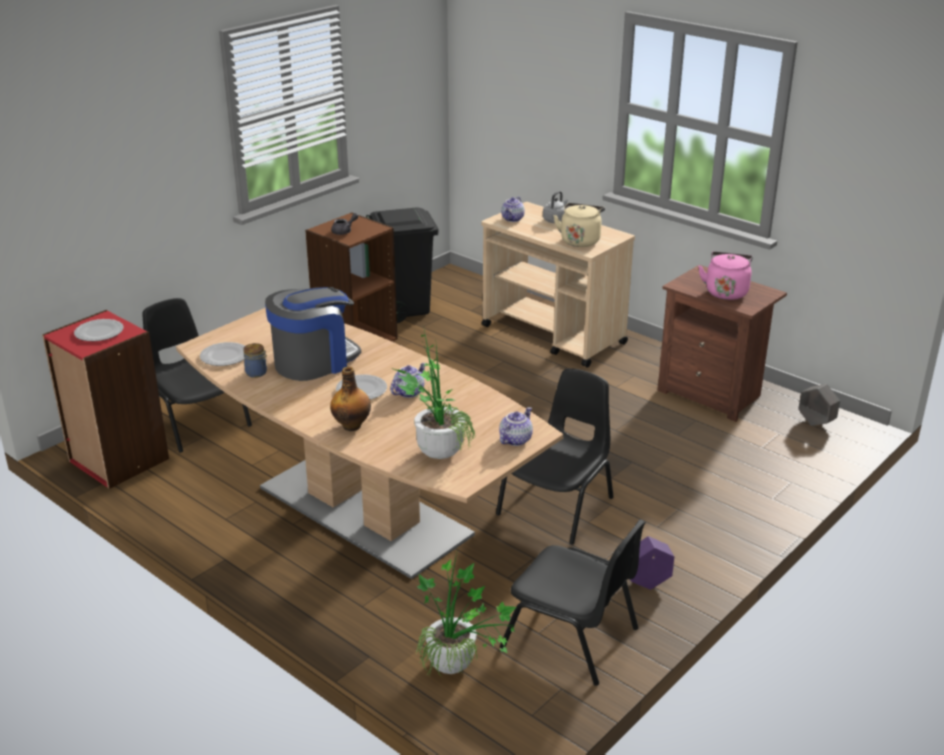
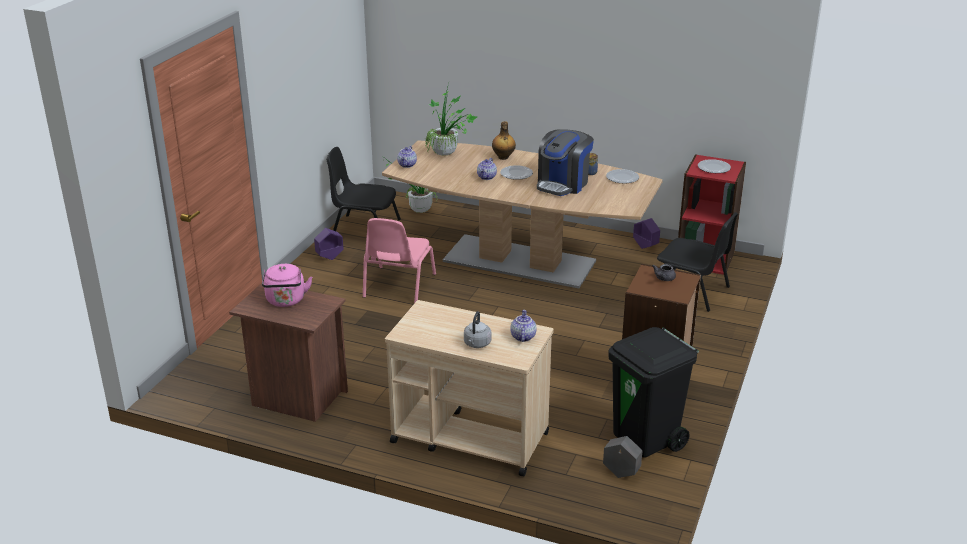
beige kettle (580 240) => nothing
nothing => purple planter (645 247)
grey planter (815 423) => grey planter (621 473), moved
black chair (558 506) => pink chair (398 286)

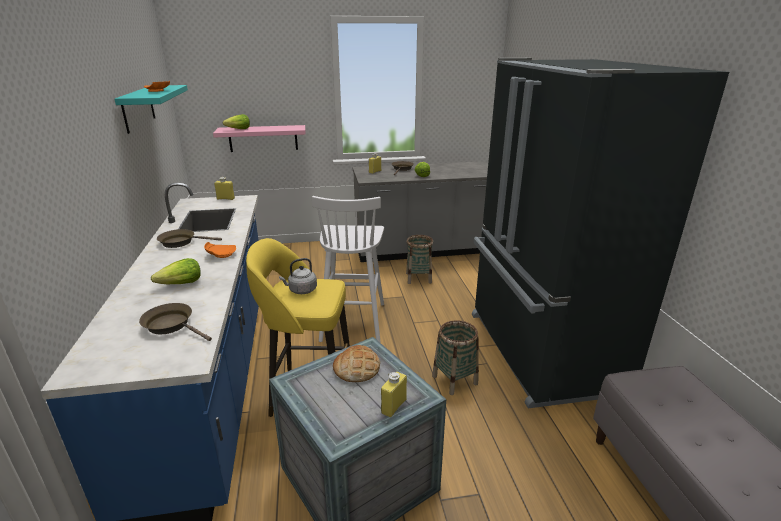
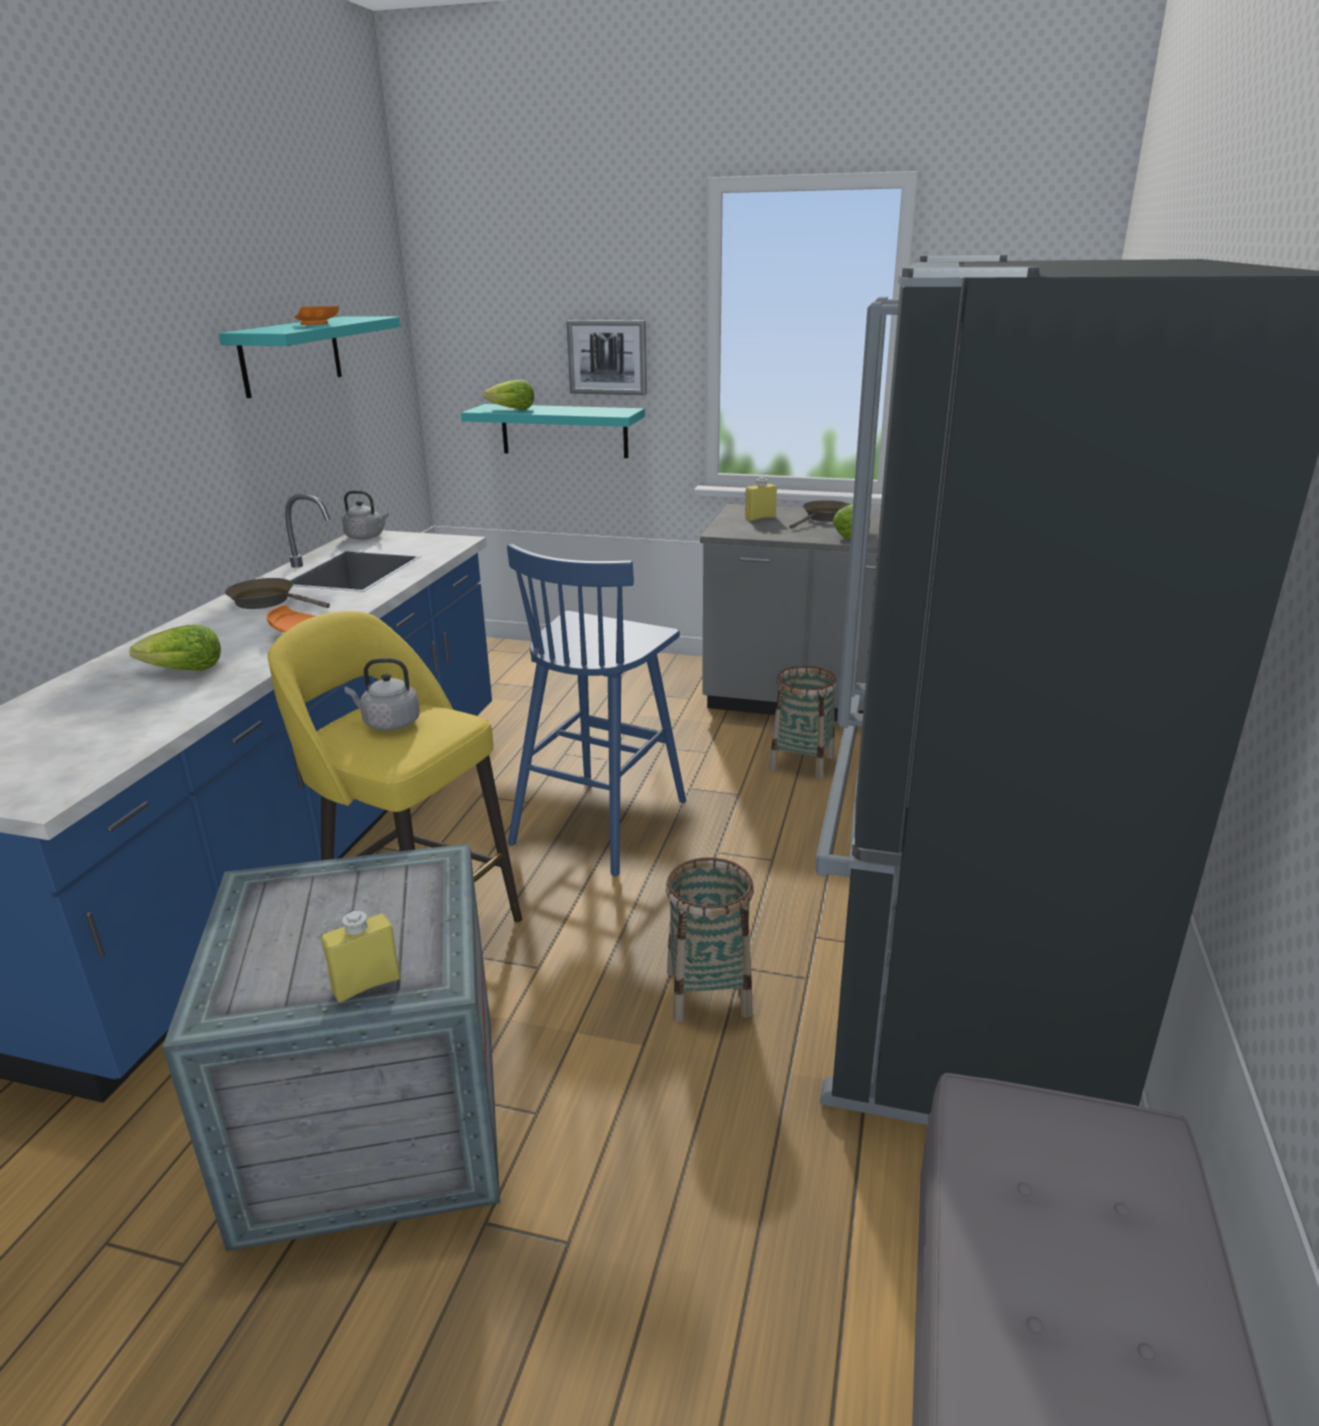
brown frying pan (172 325) => nothing
yellow bottle (225 198) => nothing
bread (356 368) => nothing
nothing => grey kettle (366 537)
nothing => picture (607 357)
pink shelf (263 138) => turquoise shelf (564 431)
white stool (353 321) => blue stool (601 820)

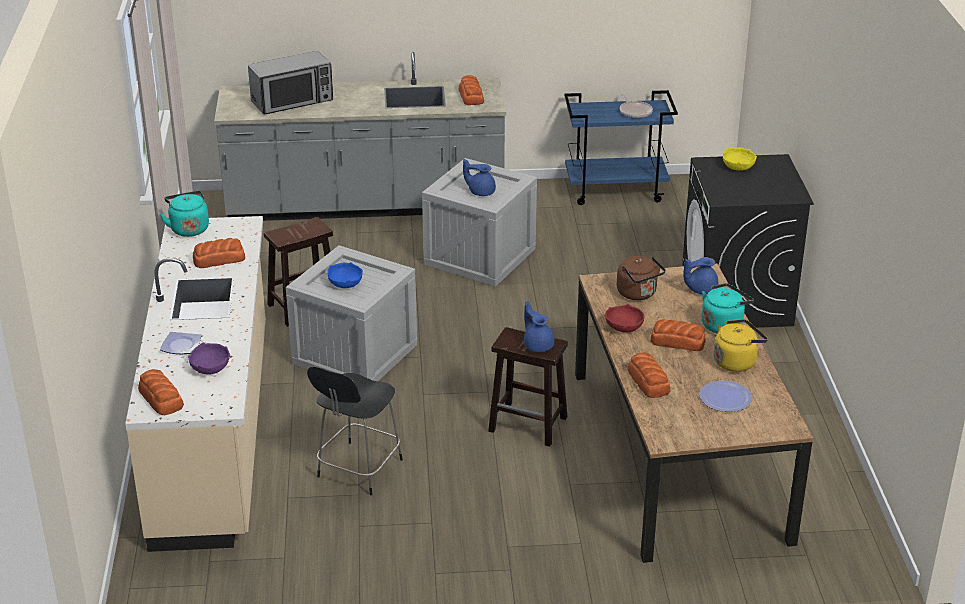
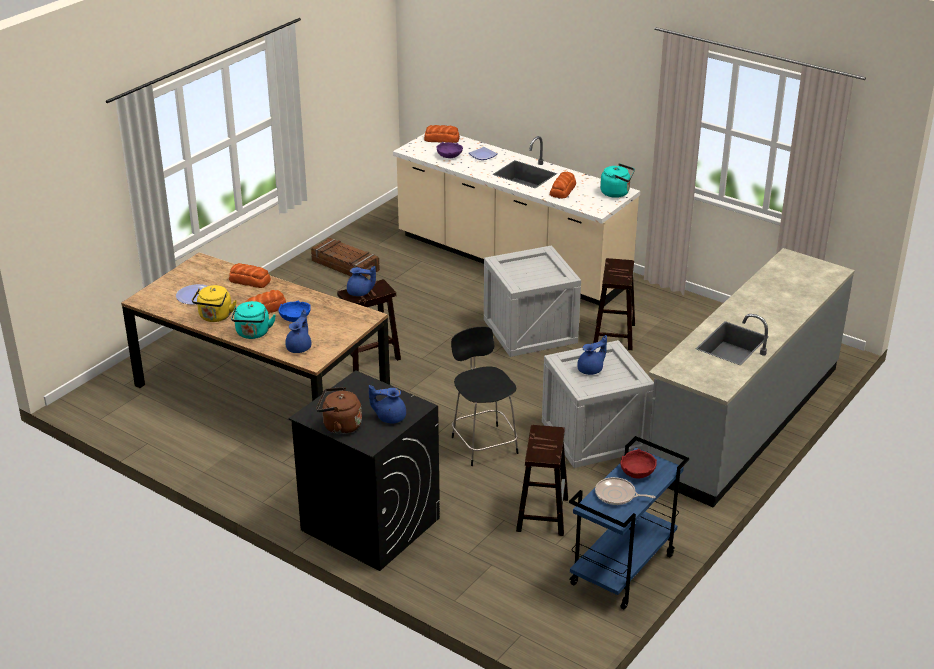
microwave (293 101) => nothing
bread (471 96) => nothing
nothing => crate (345 265)
nothing => brown stool (542 513)
black chair (358 470) => black chair (483 443), moved
blue bowl (345 283) => blue bowl (295 318), moved
red bowl (624 327) => red bowl (637 472), moved
brown kettle (638 294) => brown kettle (339 426), moved
yellow bowl (738 167) => blue teapot (390 417)

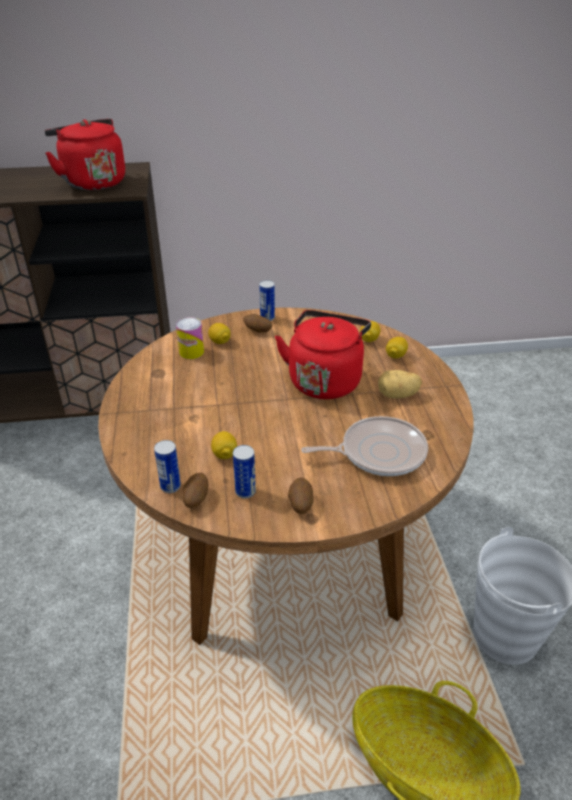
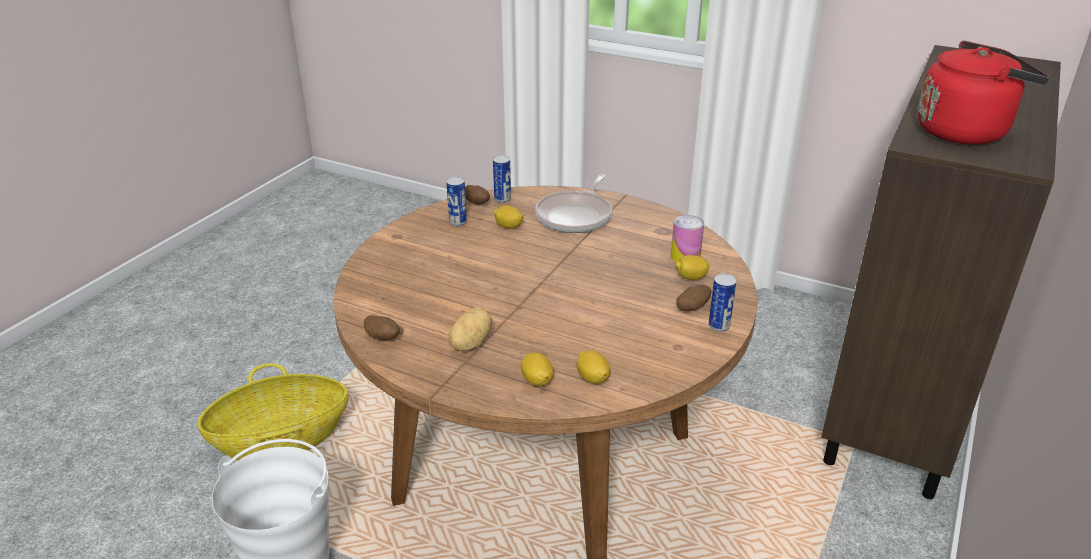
red kettle (325 380) => nothing
potato (300 504) => potato (383 338), moved
frying pan (378 452) => frying pan (576 216), moved

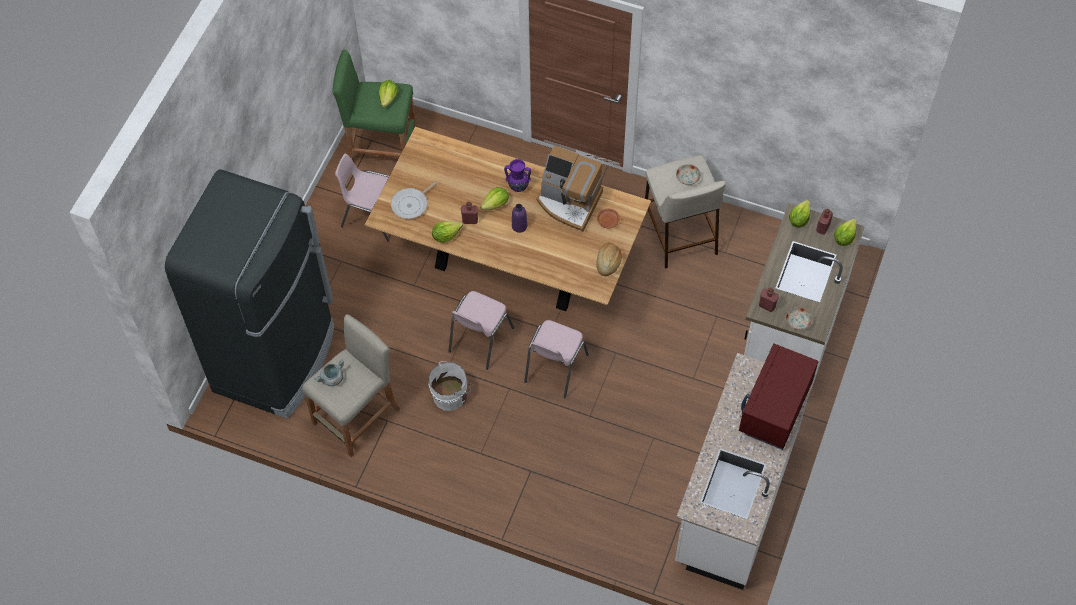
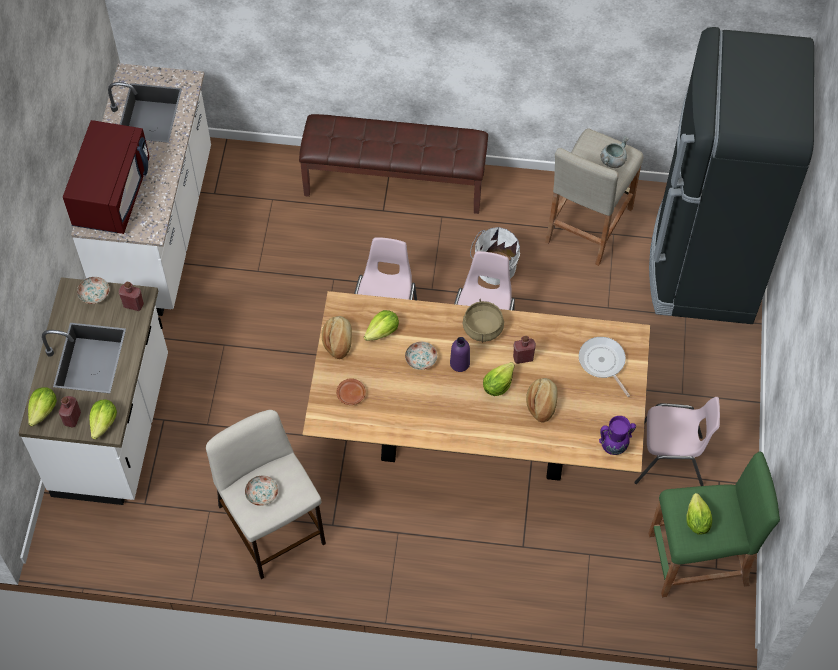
coffee machine (569 202) => nothing
nothing => brown bench (395 182)
nothing => plate (421 359)
nothing => beige cooking pot (482 328)
nothing => bread (542 403)
lettuce (446 235) => lettuce (382 332), moved
purple vase (518 187) => purple vase (614 447), moved
frying pan (411 204) => frying pan (603 363), 60 degrees counterclockwise

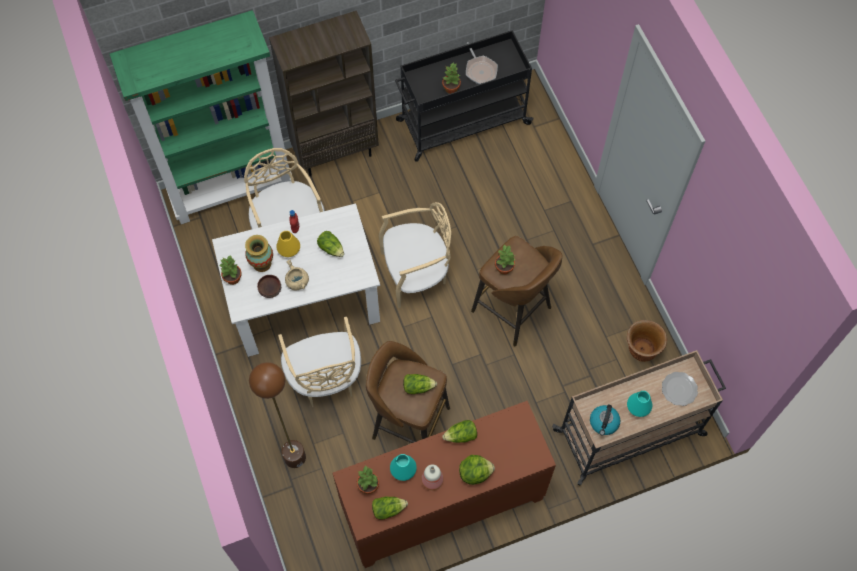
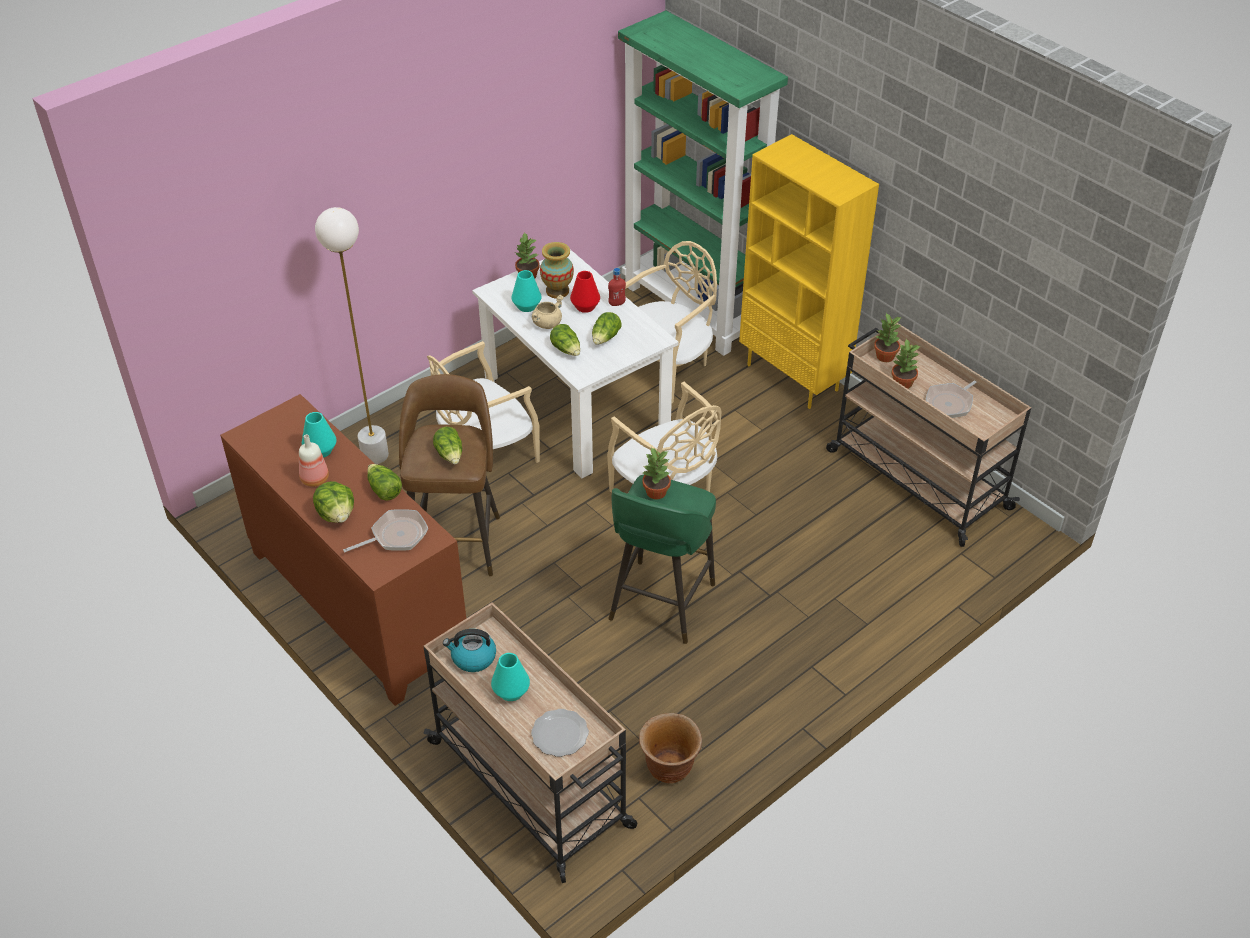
nothing => frying pan (395 536)
potted plant (369 485) => potted plant (885 356), moved
lettuce (388 509) => lettuce (567 349), moved
brown bowl (270 290) => turquoise vase (526 306)
brown floor lamp (294 457) => white floor lamp (375 455)
brown bookcase (335 152) => yellow bookcase (794 377)
yellow vase (289 250) => red vase (585 306)
black cart (461 122) => beige cart (916 478)
brown stool (513 311) => green stool (660 604)

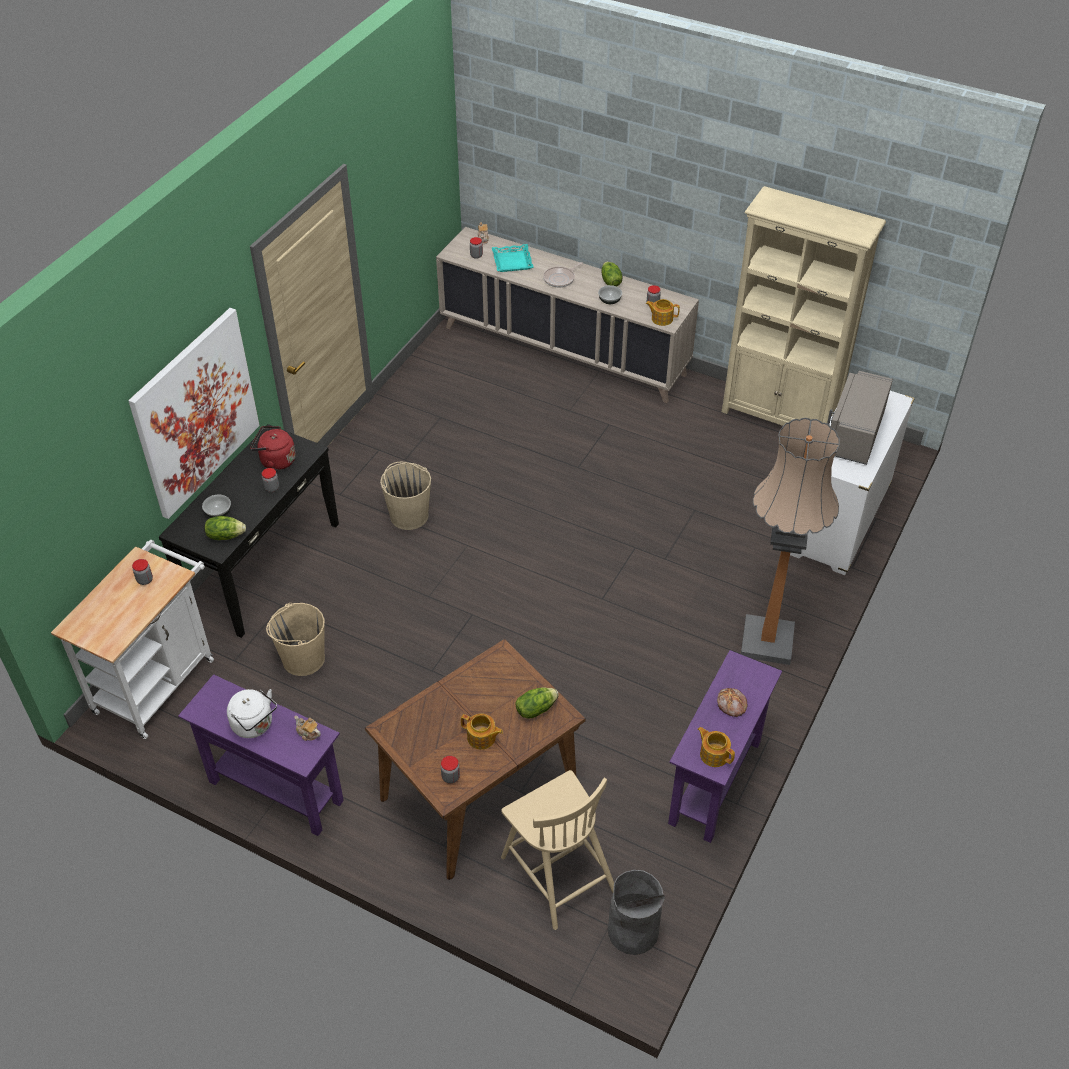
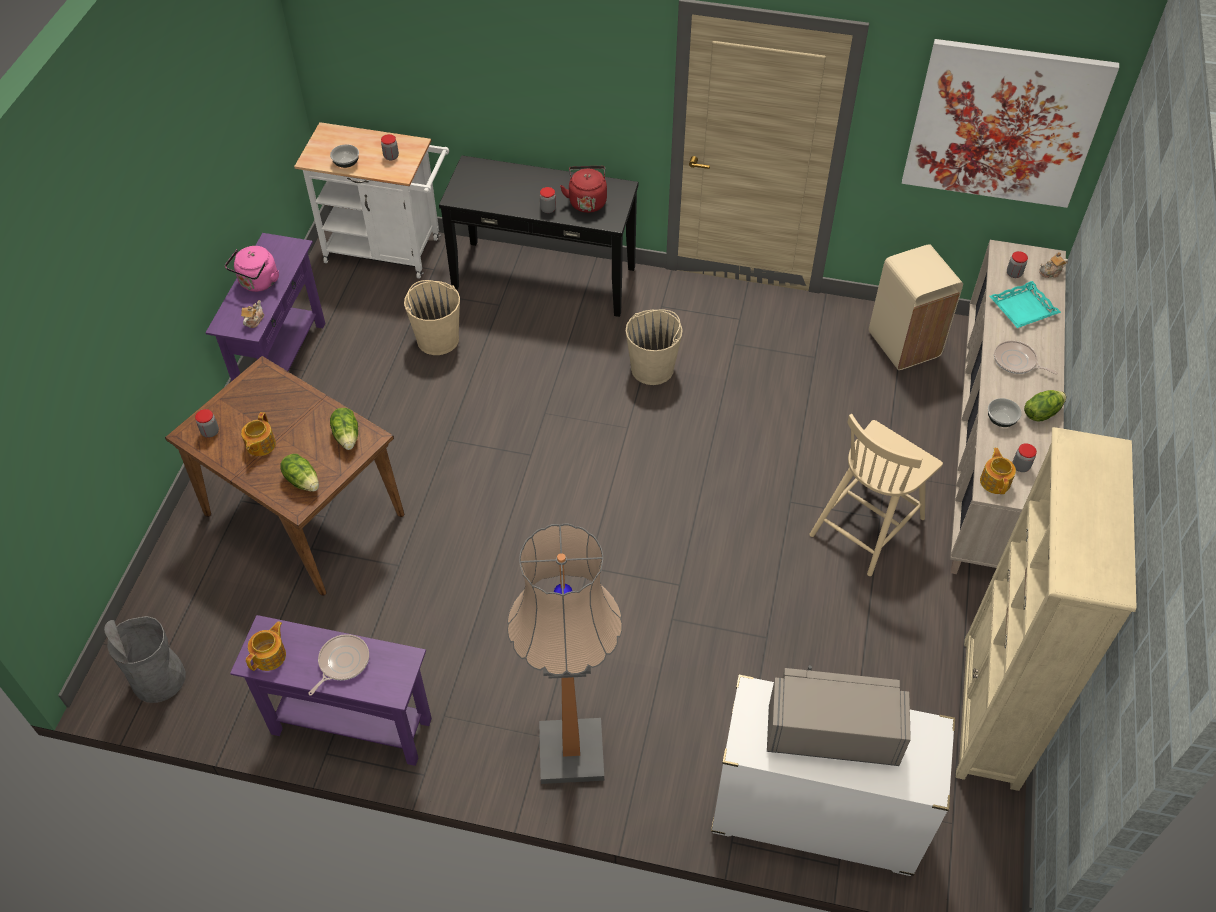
nothing => beige trash can (903 345)
picture (195 412) => picture (1004 124), moved
bowl (218 513) => bowl (346 163), moved
lettuce (225 535) => lettuce (347 436), moved
beige chair (557 872) => beige chair (868 524), moved
bread (731 705) => frying pan (342 662)
white kettle (255 725) => pink kettle (258 283)

